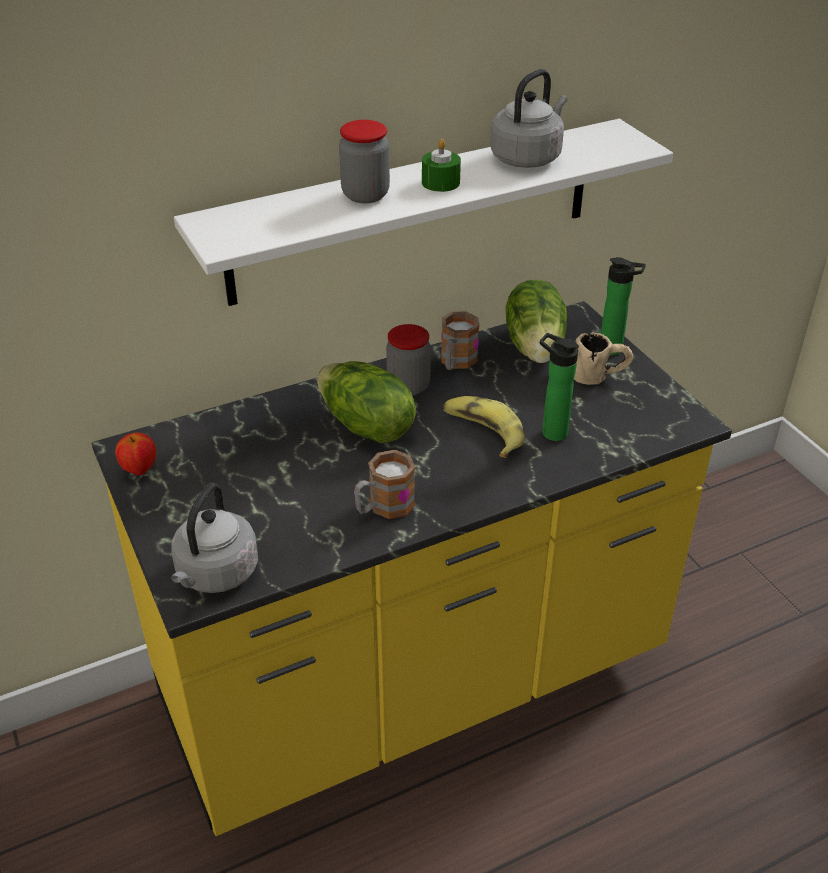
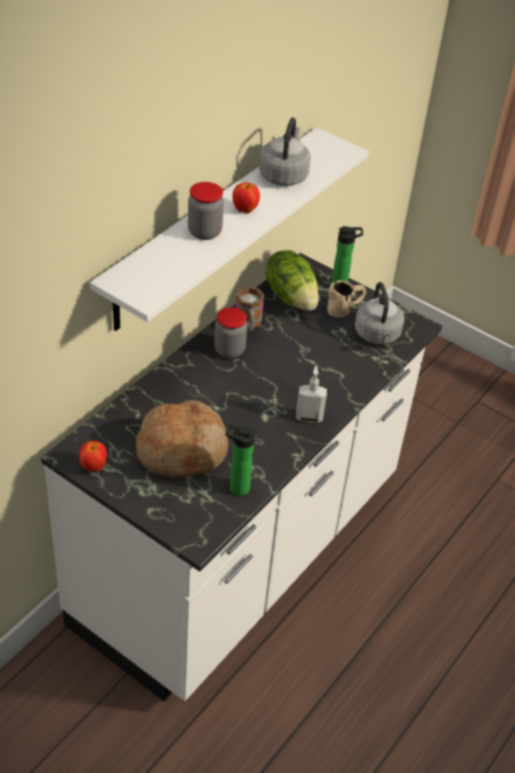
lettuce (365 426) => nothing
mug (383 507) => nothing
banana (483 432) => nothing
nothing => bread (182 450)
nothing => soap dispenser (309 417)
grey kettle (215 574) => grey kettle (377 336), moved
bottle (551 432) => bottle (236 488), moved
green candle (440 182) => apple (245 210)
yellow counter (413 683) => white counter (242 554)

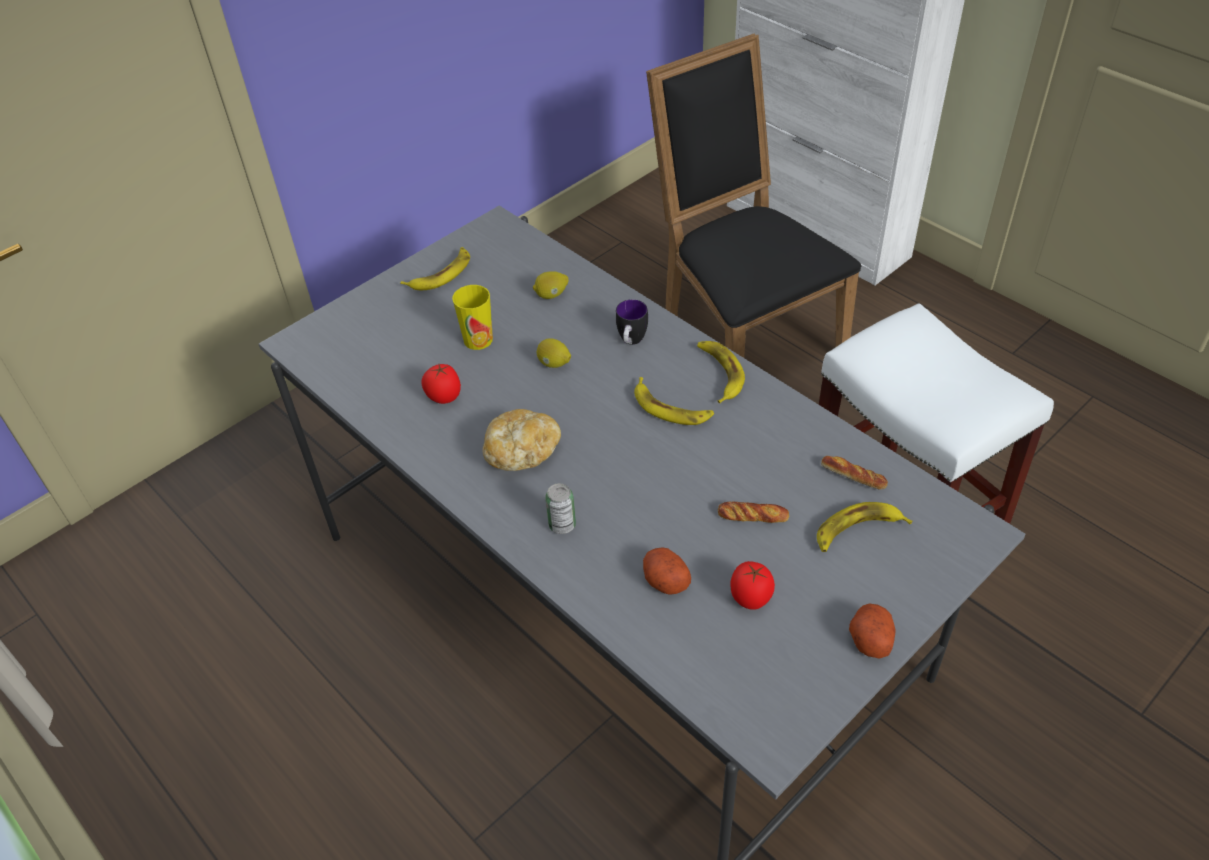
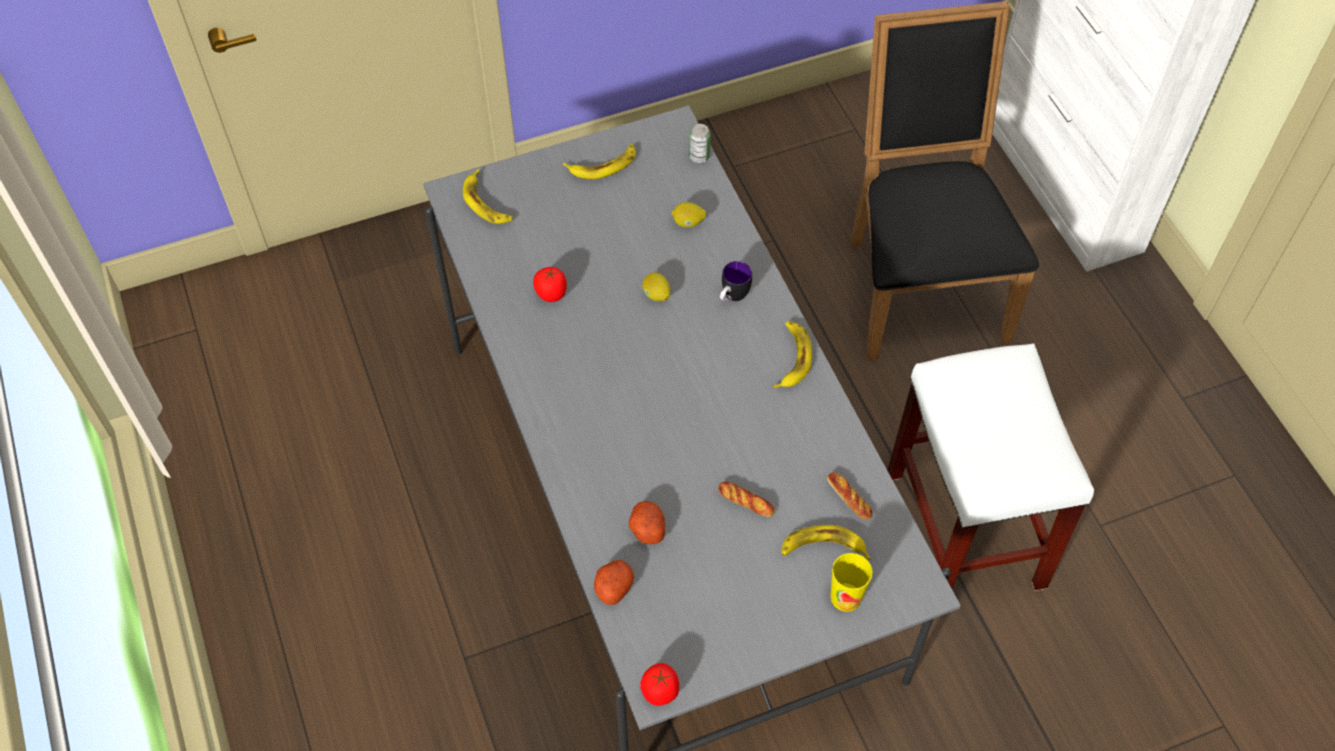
bread (522 452) => nothing
cup (478 340) => cup (845 597), moved
can (562 525) => can (699 156), moved
banana (671 408) => banana (486 203), moved
tomato (750 597) => tomato (660 691), moved
potato (870 638) => potato (613 586), moved

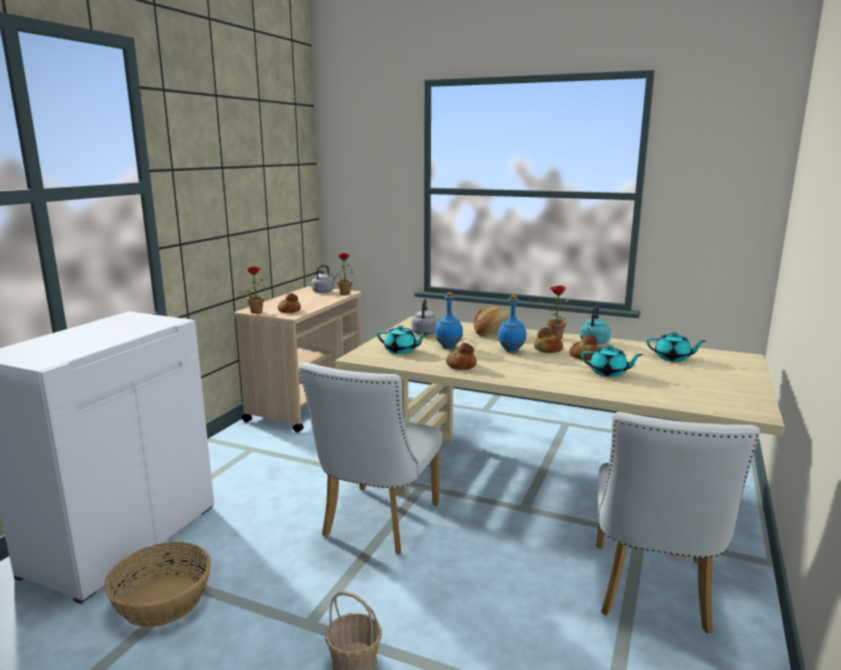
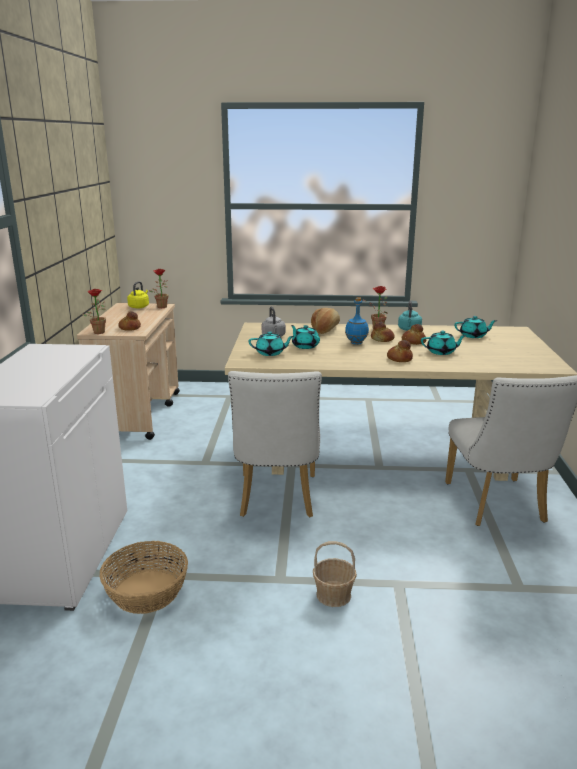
bread (460 365) => bread (399 359), moved
blue bottle (448 347) => turquoise teapot (305 346)
grey kettle (324 291) => yellow kettle (139 306)

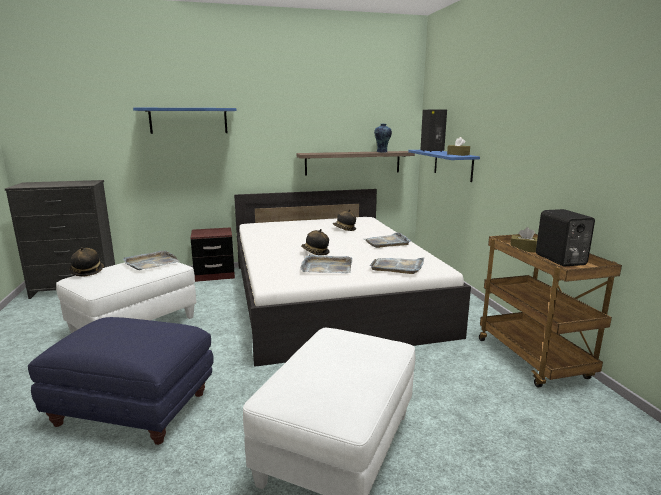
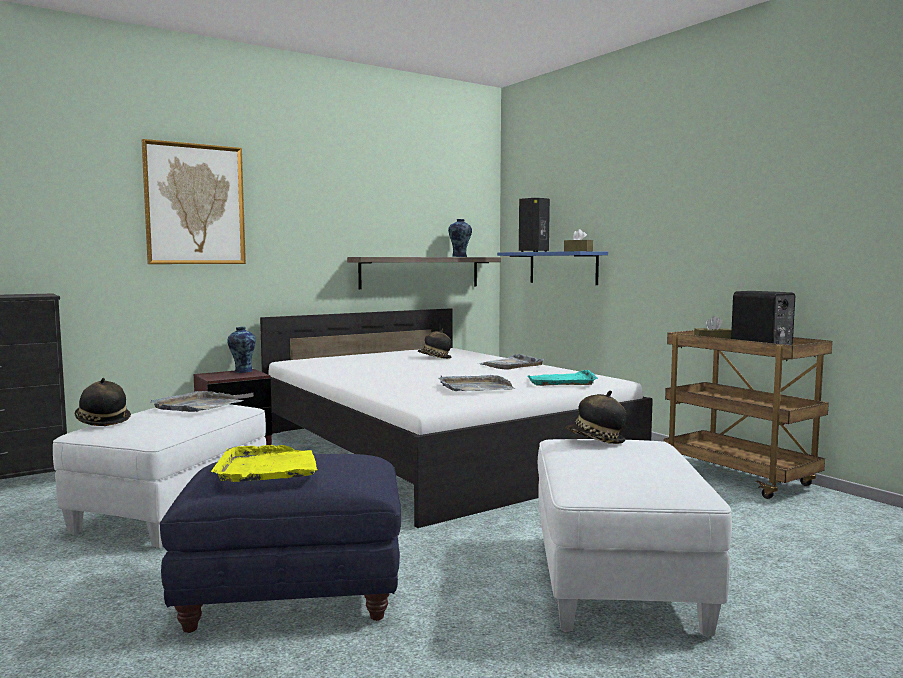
nothing => yellow tray (268 468)
nothing => vase (242 371)
hat (315 252) => hat (595 440), moved
blue shelf (188 120) => picture (195 204)
grey tray (397 266) => turquoise tray (562 381)

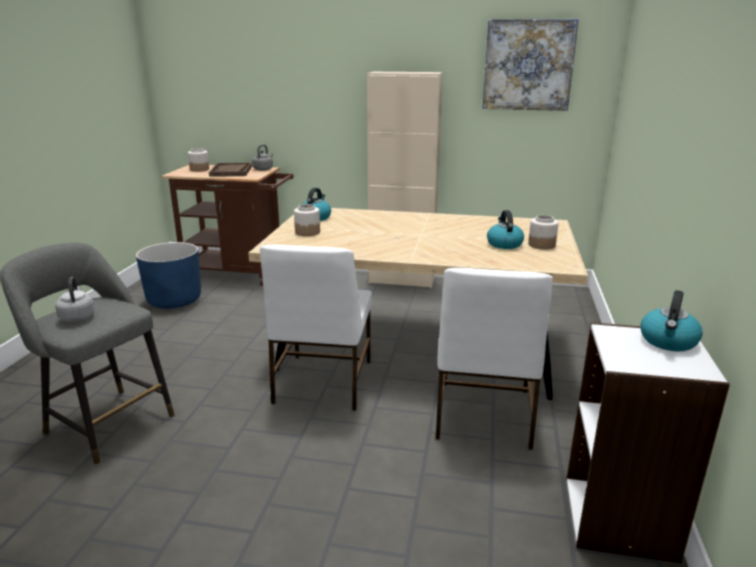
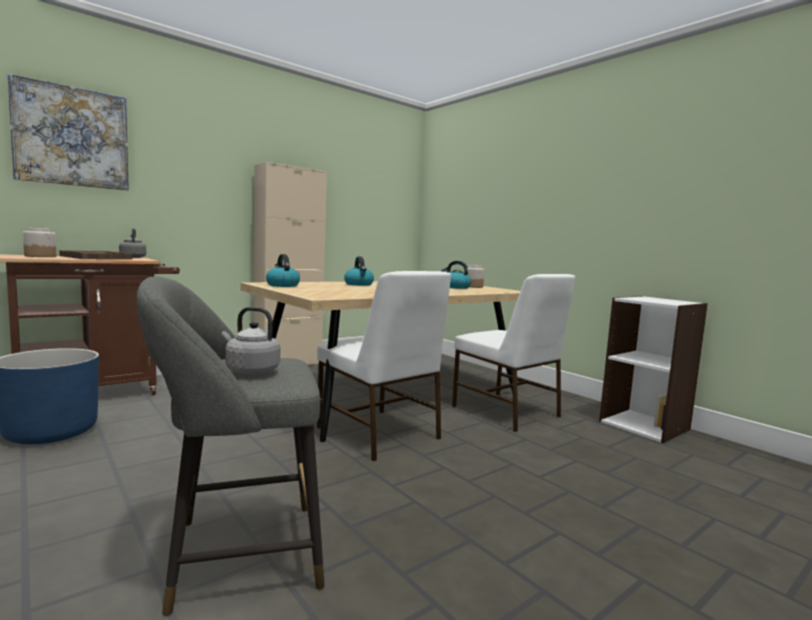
jar (307 232) => nothing
picture (528 65) => picture (72 136), moved
kettle (668 341) => kettle (359 284), moved

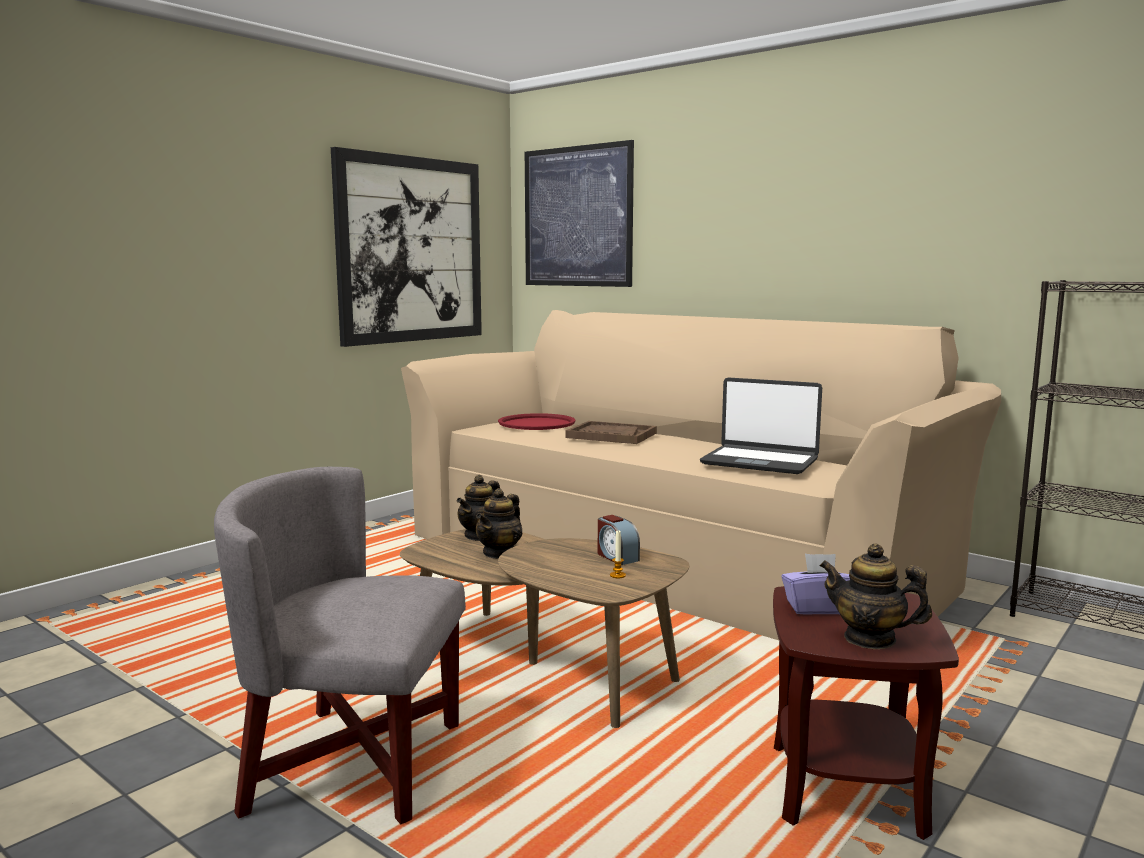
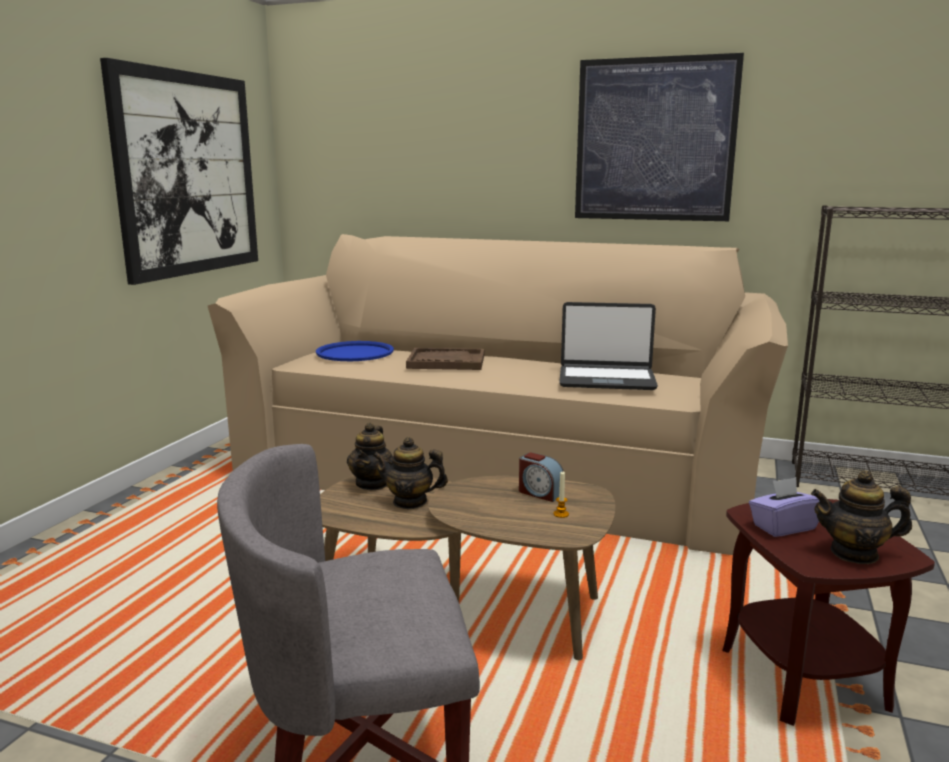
picture (577 217) => picture (654 140), moved
red tray (537 423) => blue tray (355 353)
teapot (500 553) => teapot (410 502), 90 degrees clockwise

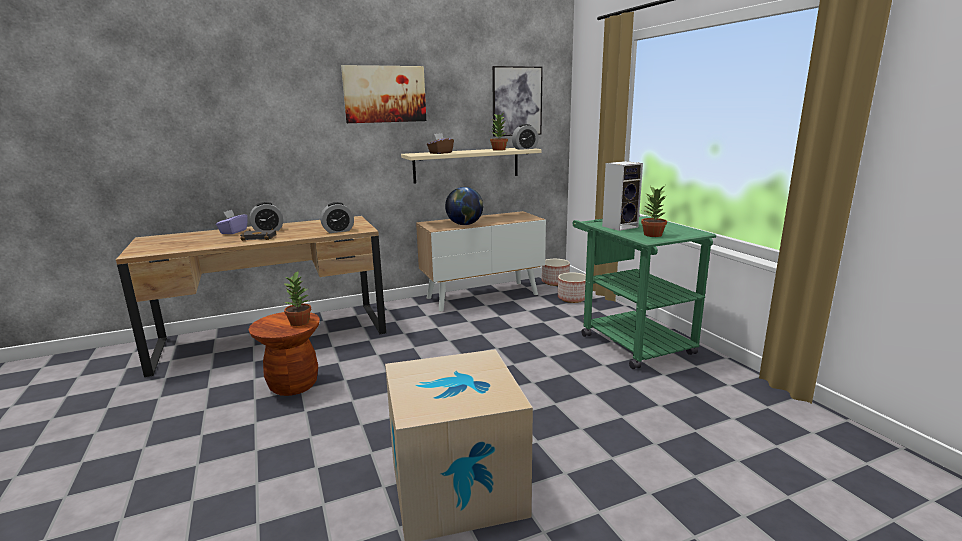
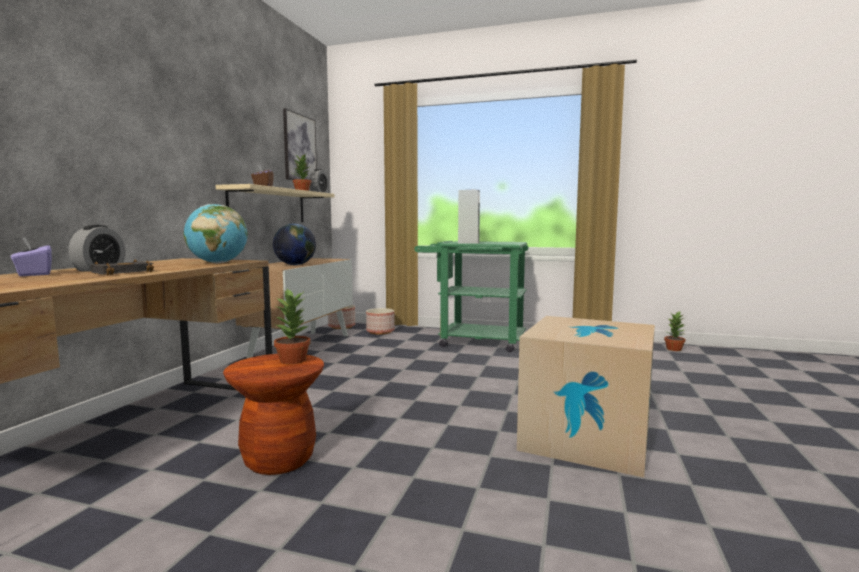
picture (384 94) => nothing
potted plant (653 235) => potted plant (674 349), moved
alarm clock (338 231) => globe (218 263)

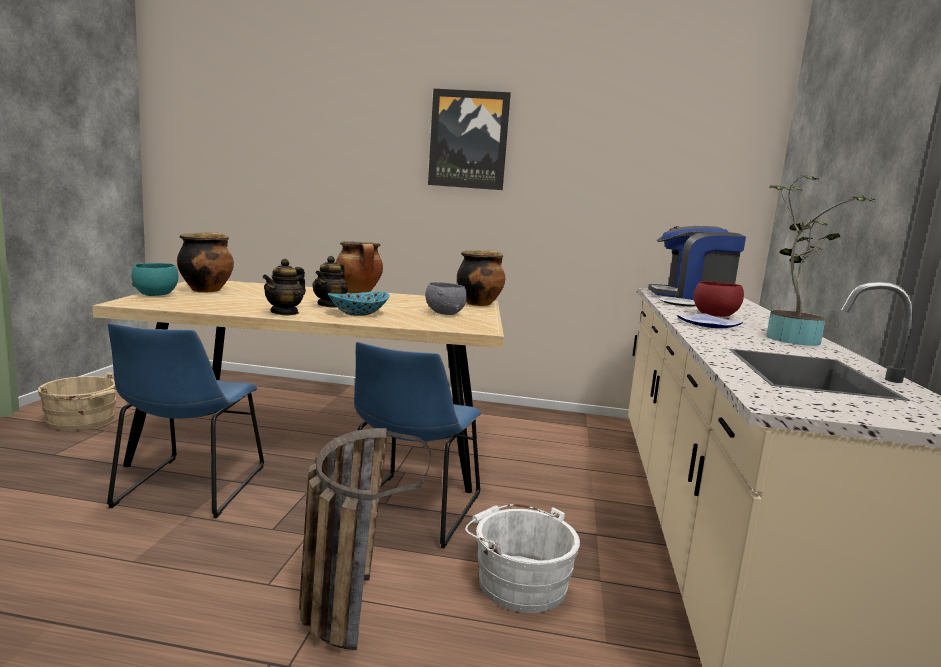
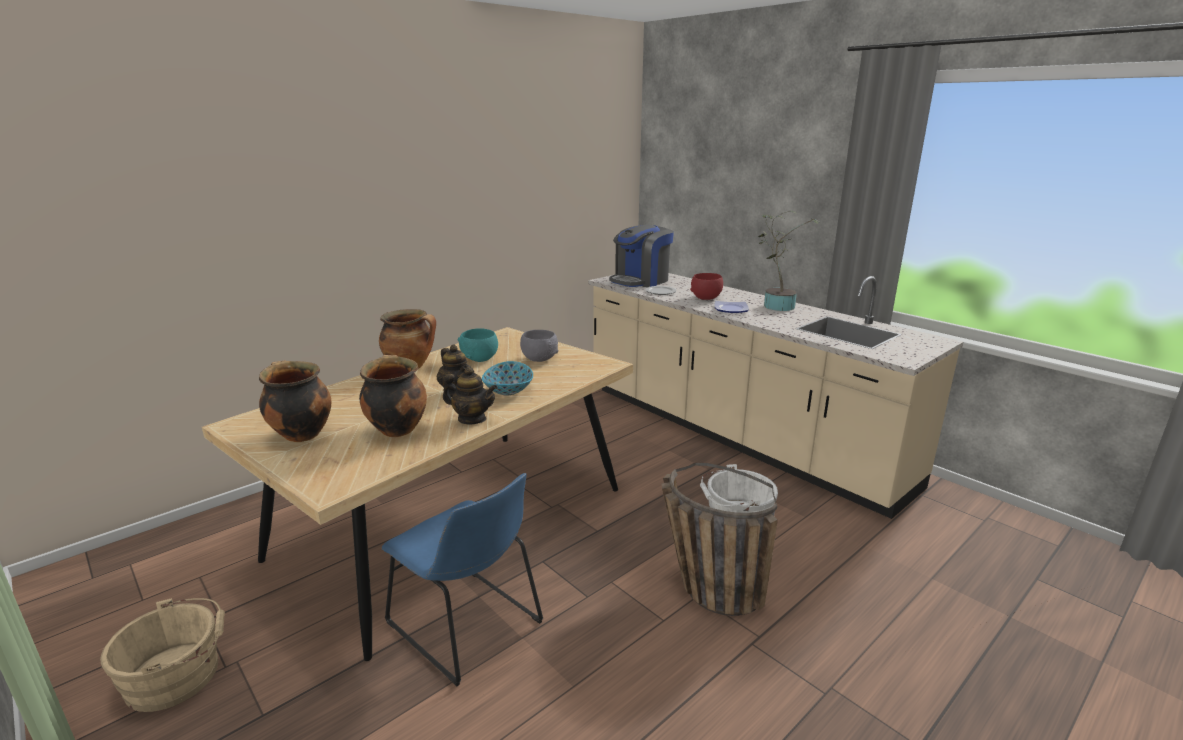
blue chair (411 511) => nothing
picture (468 140) => nothing
turquoise bowl (156 295) => turquoise bowl (480 359), moved
cooking pot (479 304) => cooking pot (397 429), moved
teapot (285 312) => teapot (472 419), 45 degrees counterclockwise

